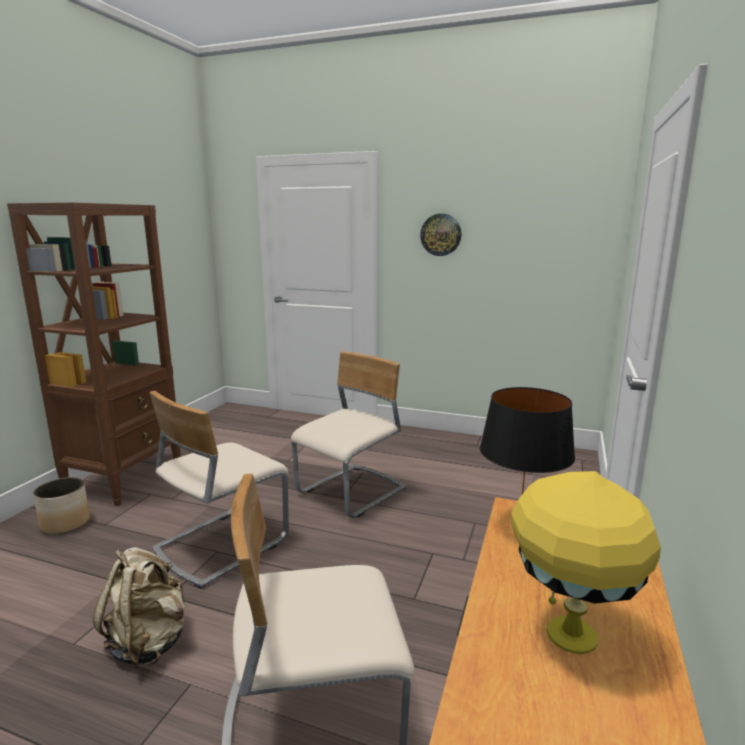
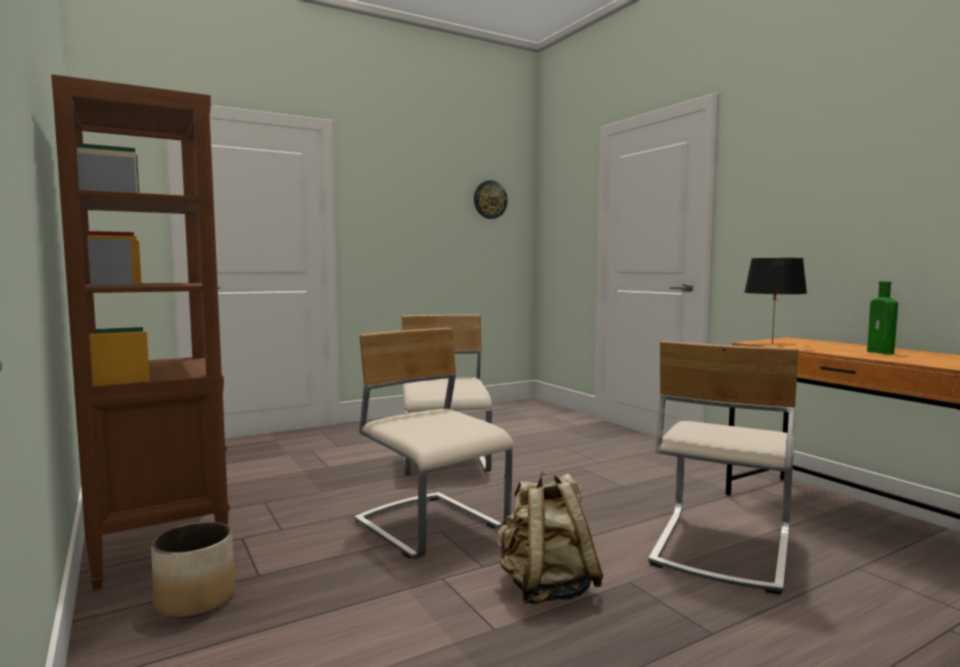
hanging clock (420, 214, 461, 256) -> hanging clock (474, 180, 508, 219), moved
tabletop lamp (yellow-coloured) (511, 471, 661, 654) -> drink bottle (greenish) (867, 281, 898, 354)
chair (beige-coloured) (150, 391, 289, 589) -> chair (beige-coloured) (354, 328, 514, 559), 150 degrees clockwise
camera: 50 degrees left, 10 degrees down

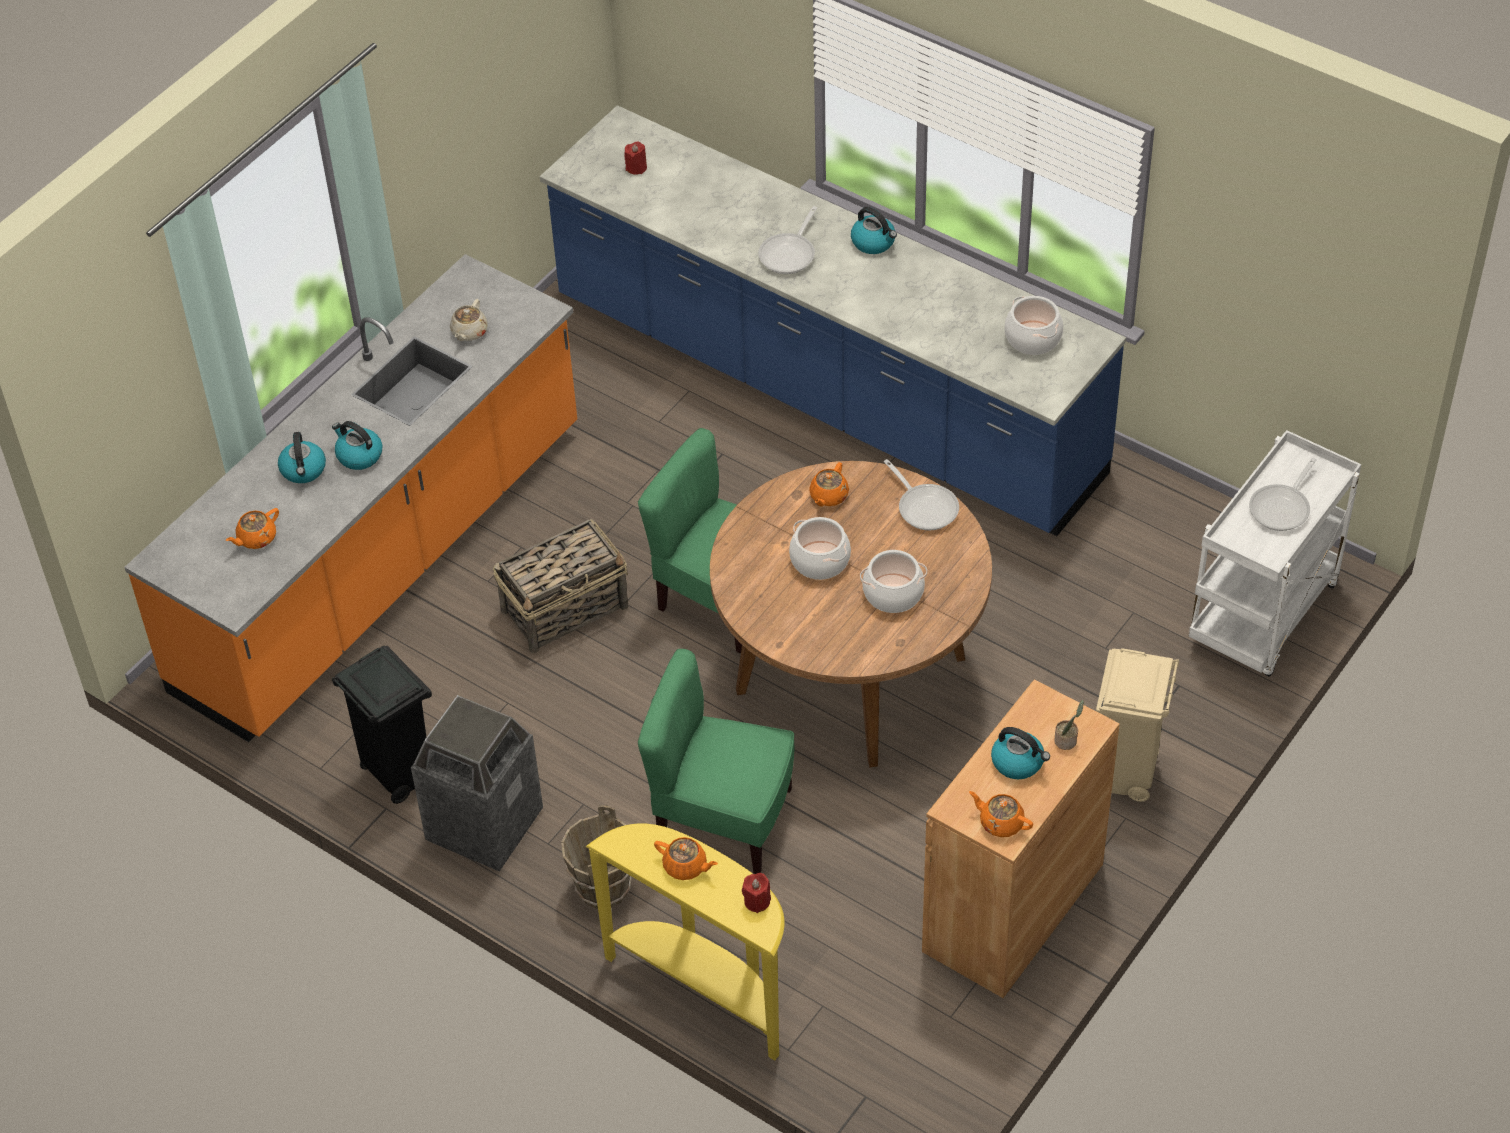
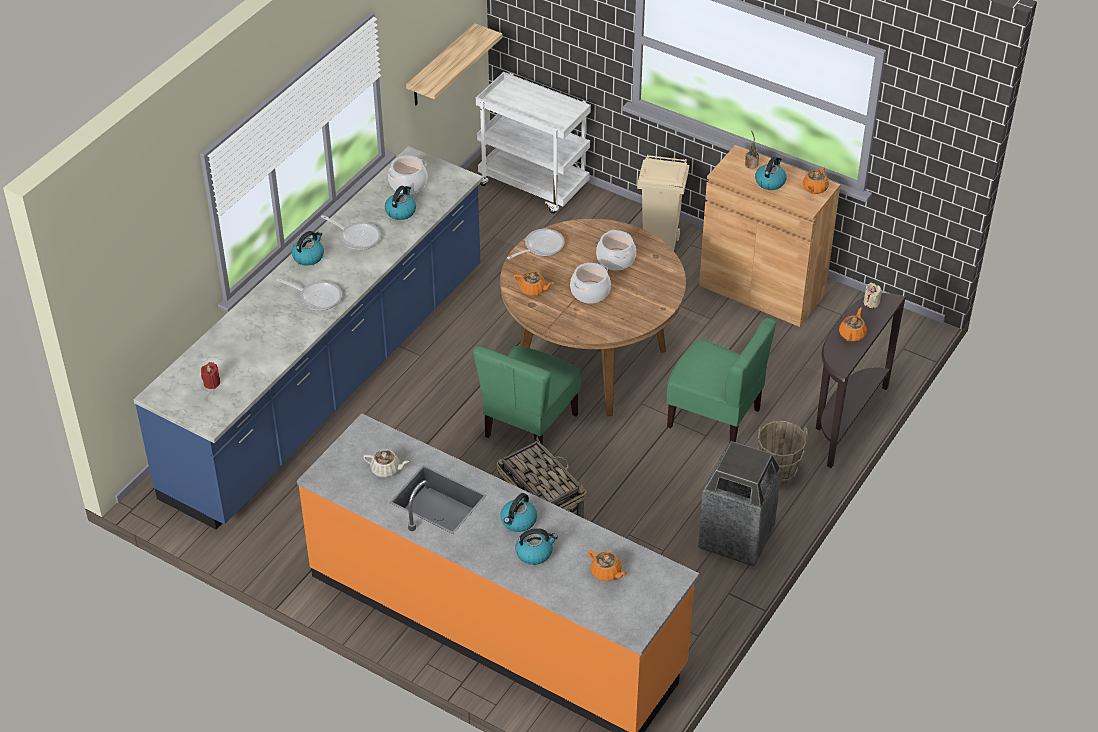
rubbish bin (black) (332, 646, 432, 804) -> none
none -> kettle (385, 186, 416, 220)
none -> wall shelf (406, 23, 502, 105)
pan (1249, 458, 1316, 531) -> pan (321, 215, 380, 250), moved
narrow table (yellow-coloured) (586, 823, 785, 1061) -> narrow table (brown-coloured) (816, 293, 906, 468)
candle (red-coloured) (742, 873, 771, 913) -> candle (beige-coloured) (864, 282, 882, 308)
chair (greenish) (638, 649, 795, 874) -> chair (greenish) (667, 317, 776, 442), 75 degrees counterclockwise
camera: 95 degrees left, 5 degrees down

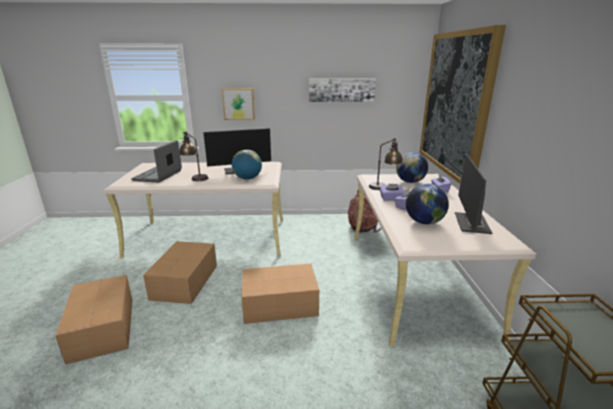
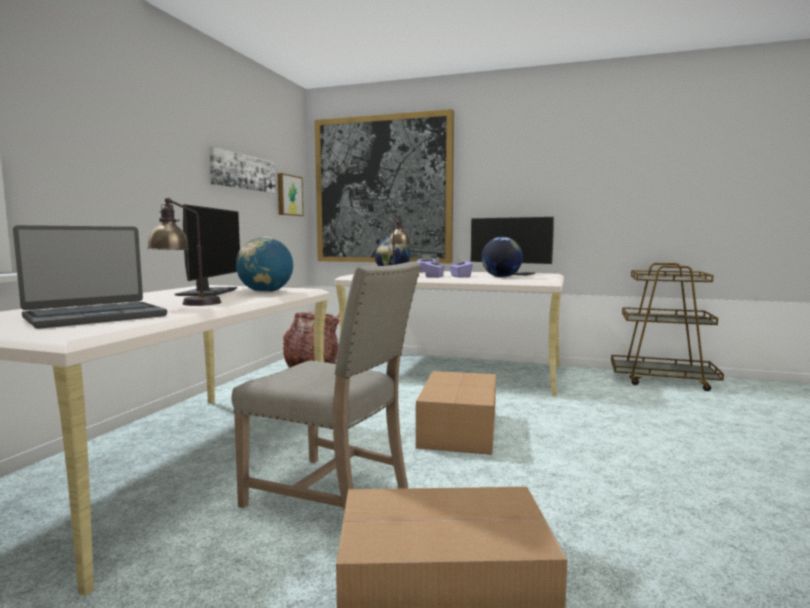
picture (222, 88, 255, 120) -> picture (277, 173, 303, 216), moved
packing box (143, 241, 217, 304) -> chair (beige-coloured) (232, 261, 421, 512)
laptop (131, 140, 182, 183) -> laptop (13, 225, 167, 329), 75 degrees counterclockwise
camera: 70 degrees left, 15 degrees down

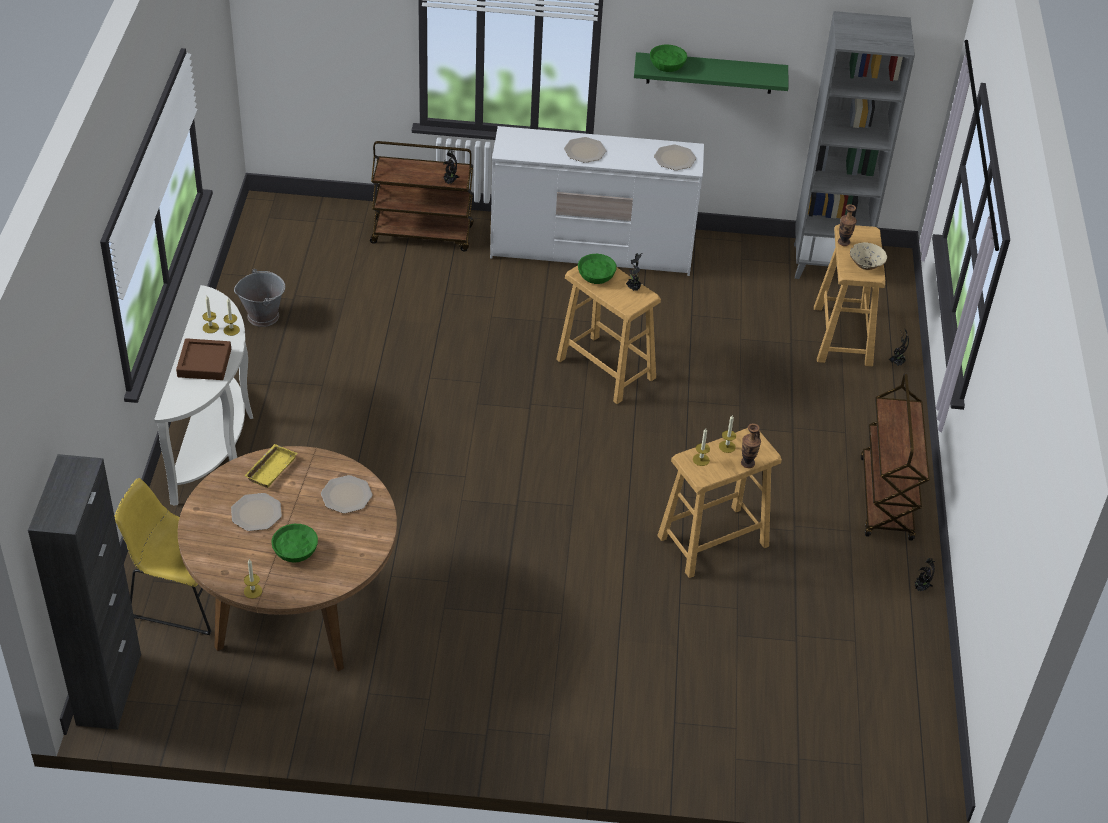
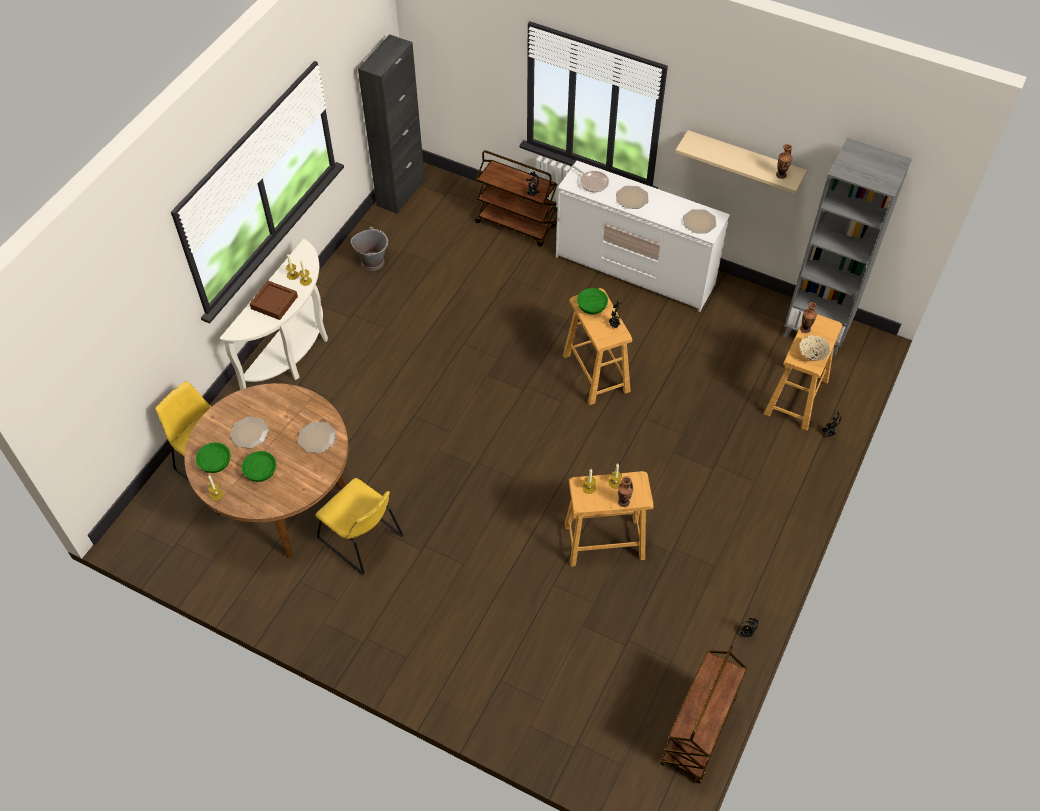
carrying tray (yellow-coloured) (245, 444, 297, 488) -> none
none -> chair (yellow-coloured) (315, 478, 403, 575)
none -> pan (572, 165, 609, 192)
none -> flower vase (776, 144, 792, 179)
storage cabinet (black) (28, 454, 141, 730) -> storage cabinet (black) (358, 34, 425, 214), moved
serving bowl (greenish) (650, 45, 687, 72) -> serving bowl (greenish) (196, 442, 231, 473), moved
trolley (brown-coloured) (860, 373, 929, 541) -> trolley (brown-coloured) (660, 646, 747, 783), moved
wall shelf (greenish) (634, 52, 789, 94) -> wall shelf (beige-coloured) (675, 130, 807, 194)
camera: 25 degrees right, 10 degrees up

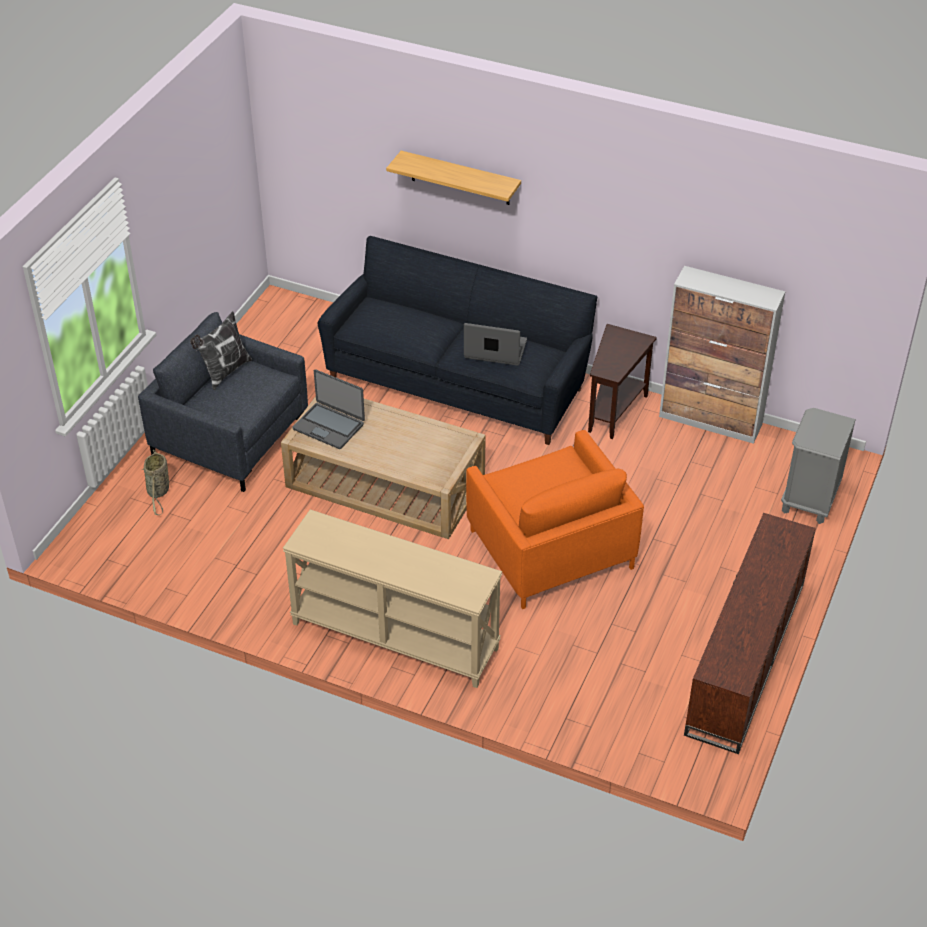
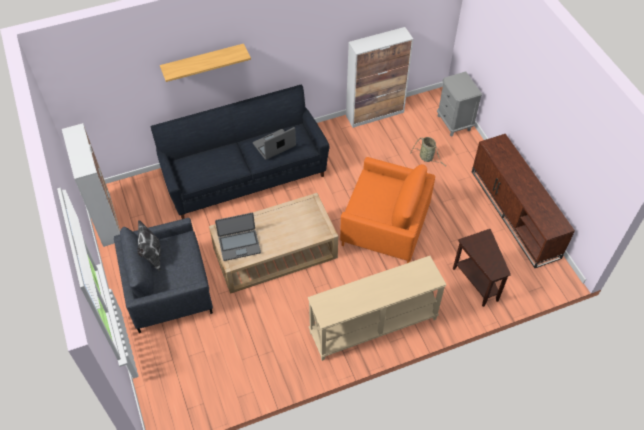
none -> storage cabinet (62, 123, 120, 247)
storage basket (142, 450, 169, 515) -> storage basket (410, 137, 445, 166), moved
side table (brown-coloured) (588, 324, 657, 439) -> side table (brown-coloured) (453, 229, 511, 307), moved
camera: 45 degrees left, 10 degrees up

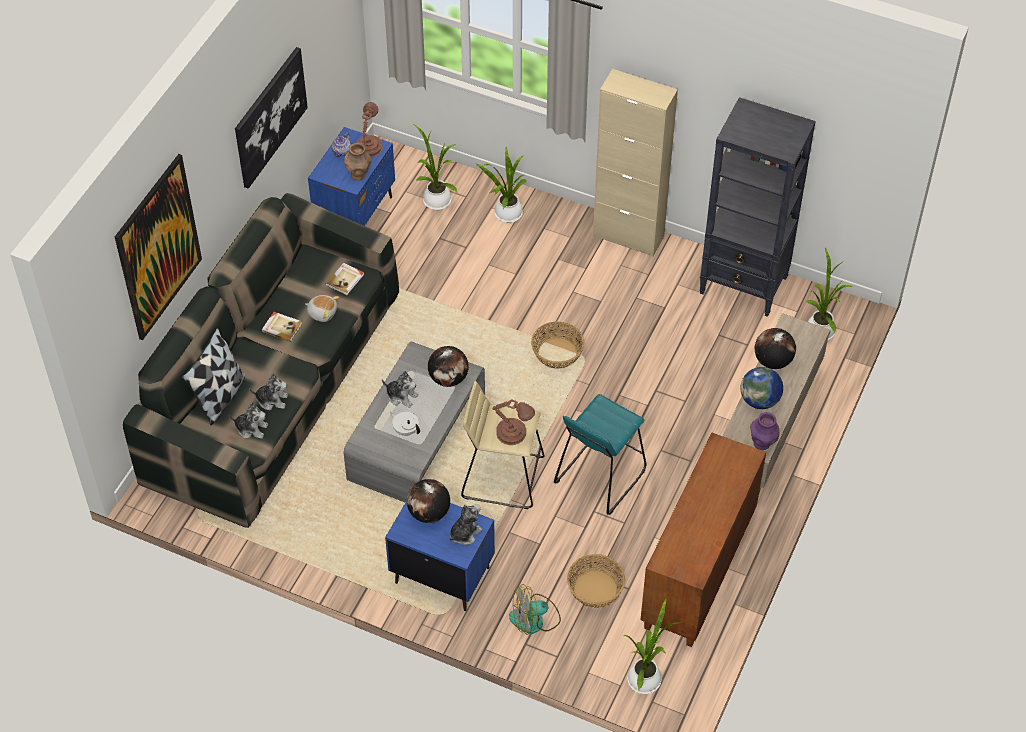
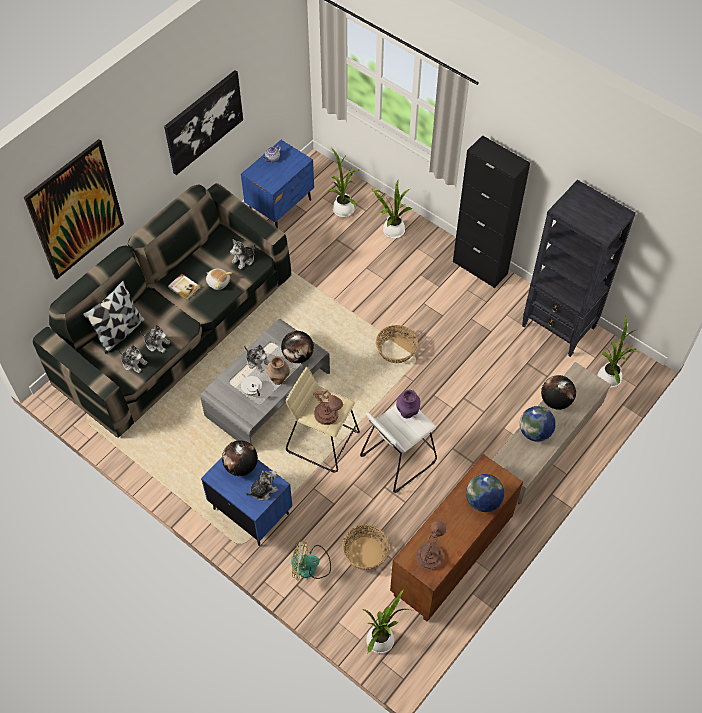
none -> world globe (466, 474, 504, 512)
flower vase (brown-coloured) (344, 143, 371, 181) -> flower vase (brown-coloured) (266, 356, 290, 385), moved
tabletop lamp (brown-coloured) (356, 102, 383, 157) -> tabletop lamp (brown-coloured) (416, 521, 446, 570), moved
flower vase (purplish) (750, 412, 780, 450) -> flower vase (purplish) (396, 390, 420, 418), moved
bound book (326, 263, 364, 295) -> plush toy (230, 239, 255, 270)
sitting stool (blue-green) (554, 394, 646, 515) -> sitting stool (white-coloured) (360, 405, 437, 493)
storage cabinet (beige-coloured) (593, 69, 678, 257) -> storage cabinet (black) (453, 135, 530, 288)
camera: 15 degrees right, 5 degrees up

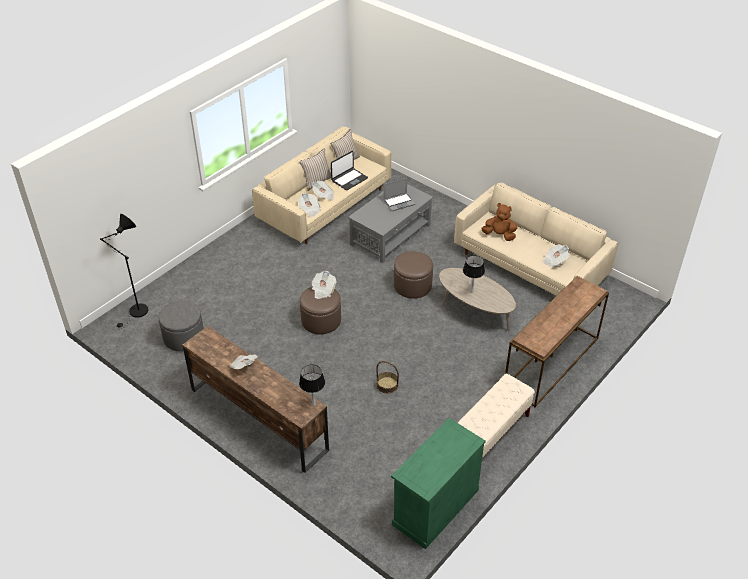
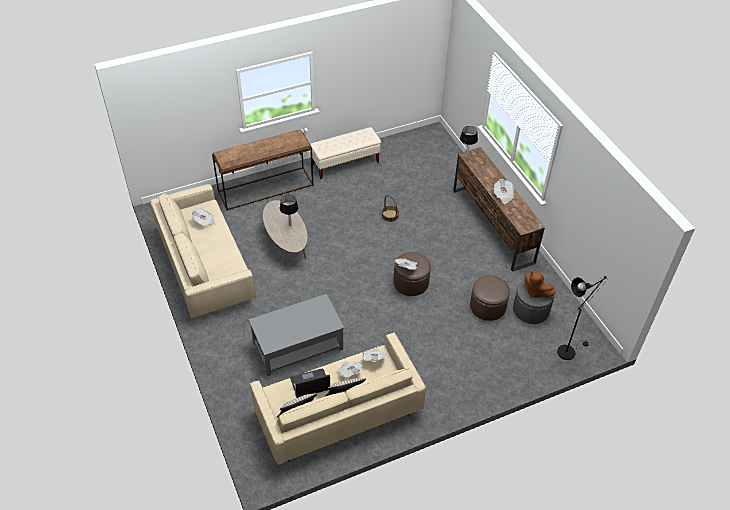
laptop (384, 178, 415, 211) -> none
storage cabinet (greenish) (391, 418, 486, 549) -> none
ottoman (brown-coloured) (394, 251, 433, 299) -> ottoman (brown-coloured) (470, 275, 510, 321), moved
plush toy (brown-coloured) (481, 203, 517, 241) -> plush toy (brown-coloured) (524, 271, 555, 298), moved
camera: 155 degrees left, 5 degrees up

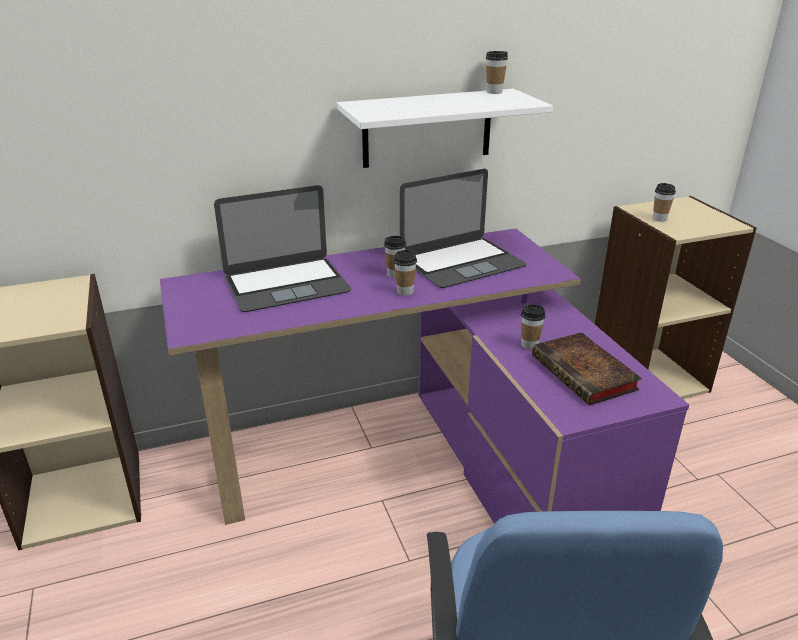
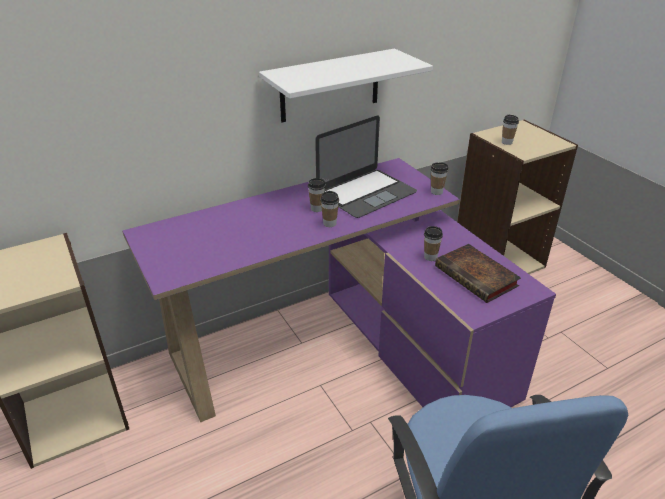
laptop (214, 185, 351, 312) -> none
cup (486, 51, 508, 94) -> cup (431, 162, 448, 195), moved
camera: 10 degrees left, 5 degrees up

